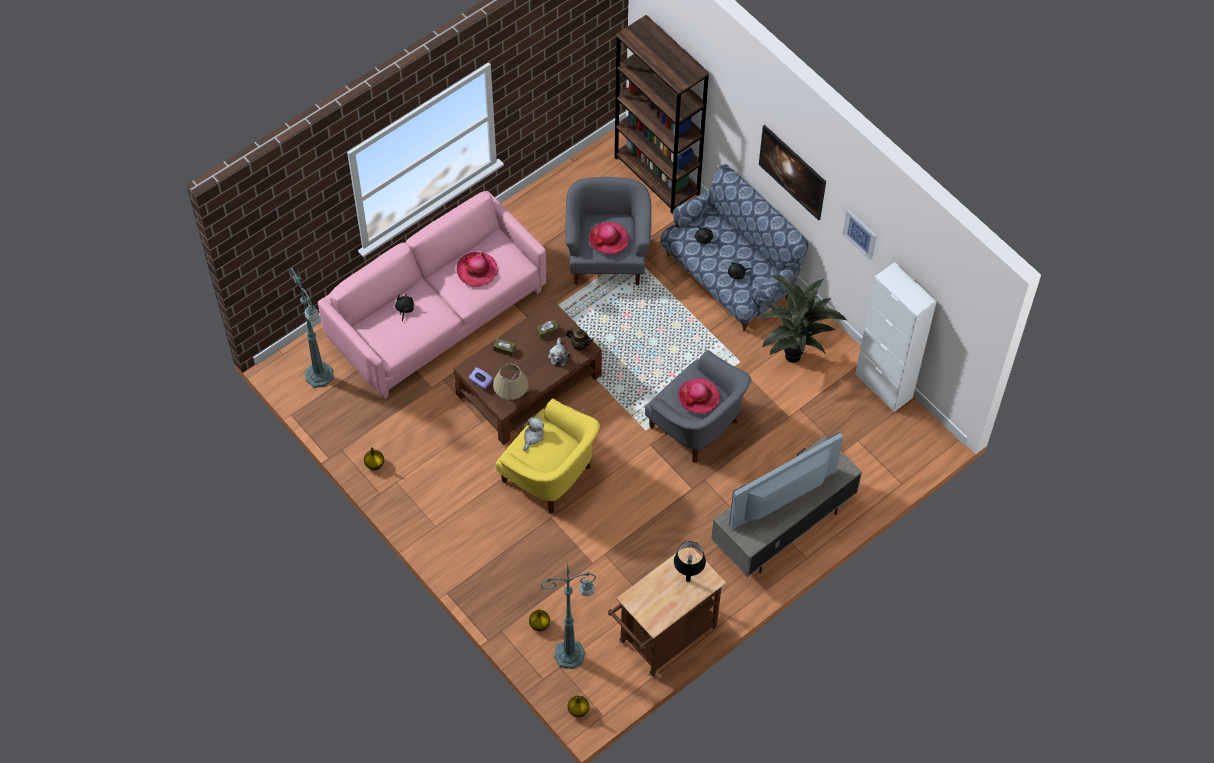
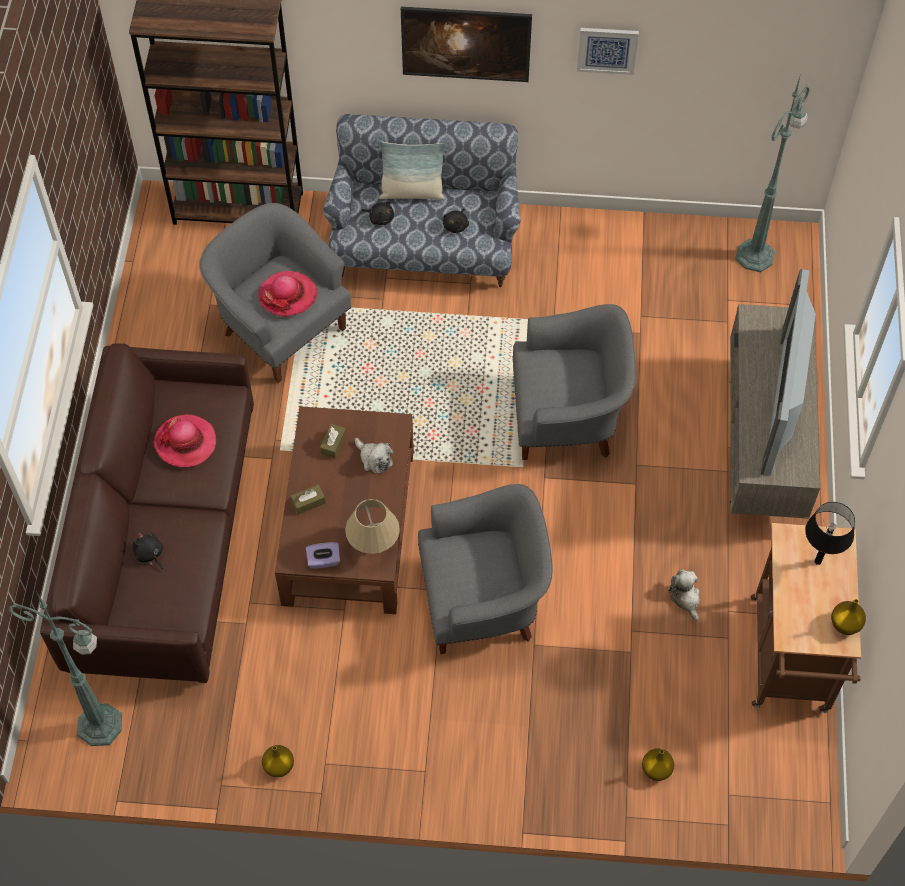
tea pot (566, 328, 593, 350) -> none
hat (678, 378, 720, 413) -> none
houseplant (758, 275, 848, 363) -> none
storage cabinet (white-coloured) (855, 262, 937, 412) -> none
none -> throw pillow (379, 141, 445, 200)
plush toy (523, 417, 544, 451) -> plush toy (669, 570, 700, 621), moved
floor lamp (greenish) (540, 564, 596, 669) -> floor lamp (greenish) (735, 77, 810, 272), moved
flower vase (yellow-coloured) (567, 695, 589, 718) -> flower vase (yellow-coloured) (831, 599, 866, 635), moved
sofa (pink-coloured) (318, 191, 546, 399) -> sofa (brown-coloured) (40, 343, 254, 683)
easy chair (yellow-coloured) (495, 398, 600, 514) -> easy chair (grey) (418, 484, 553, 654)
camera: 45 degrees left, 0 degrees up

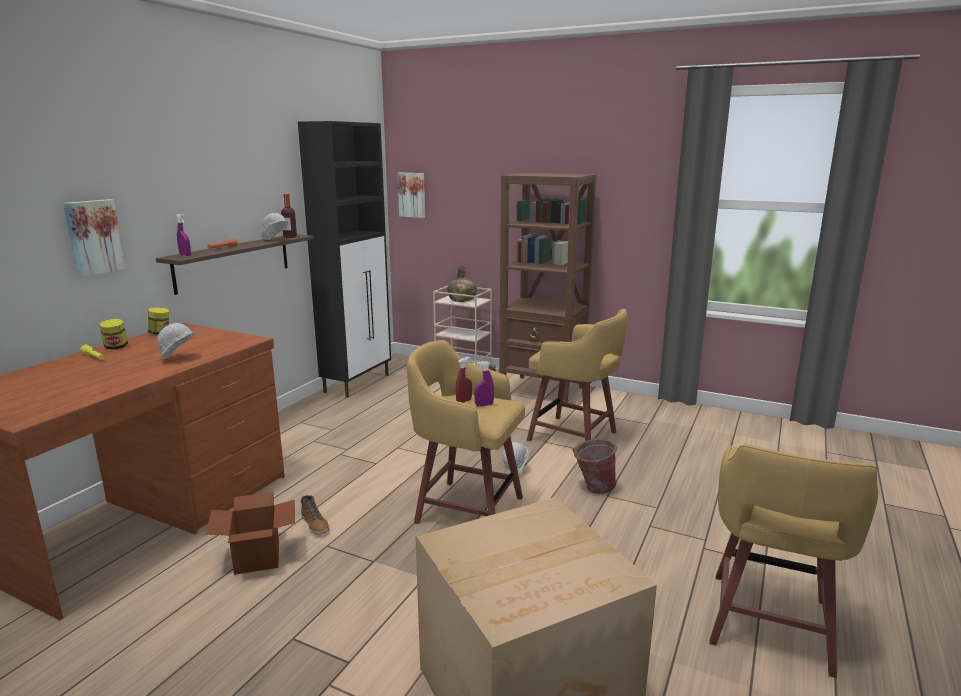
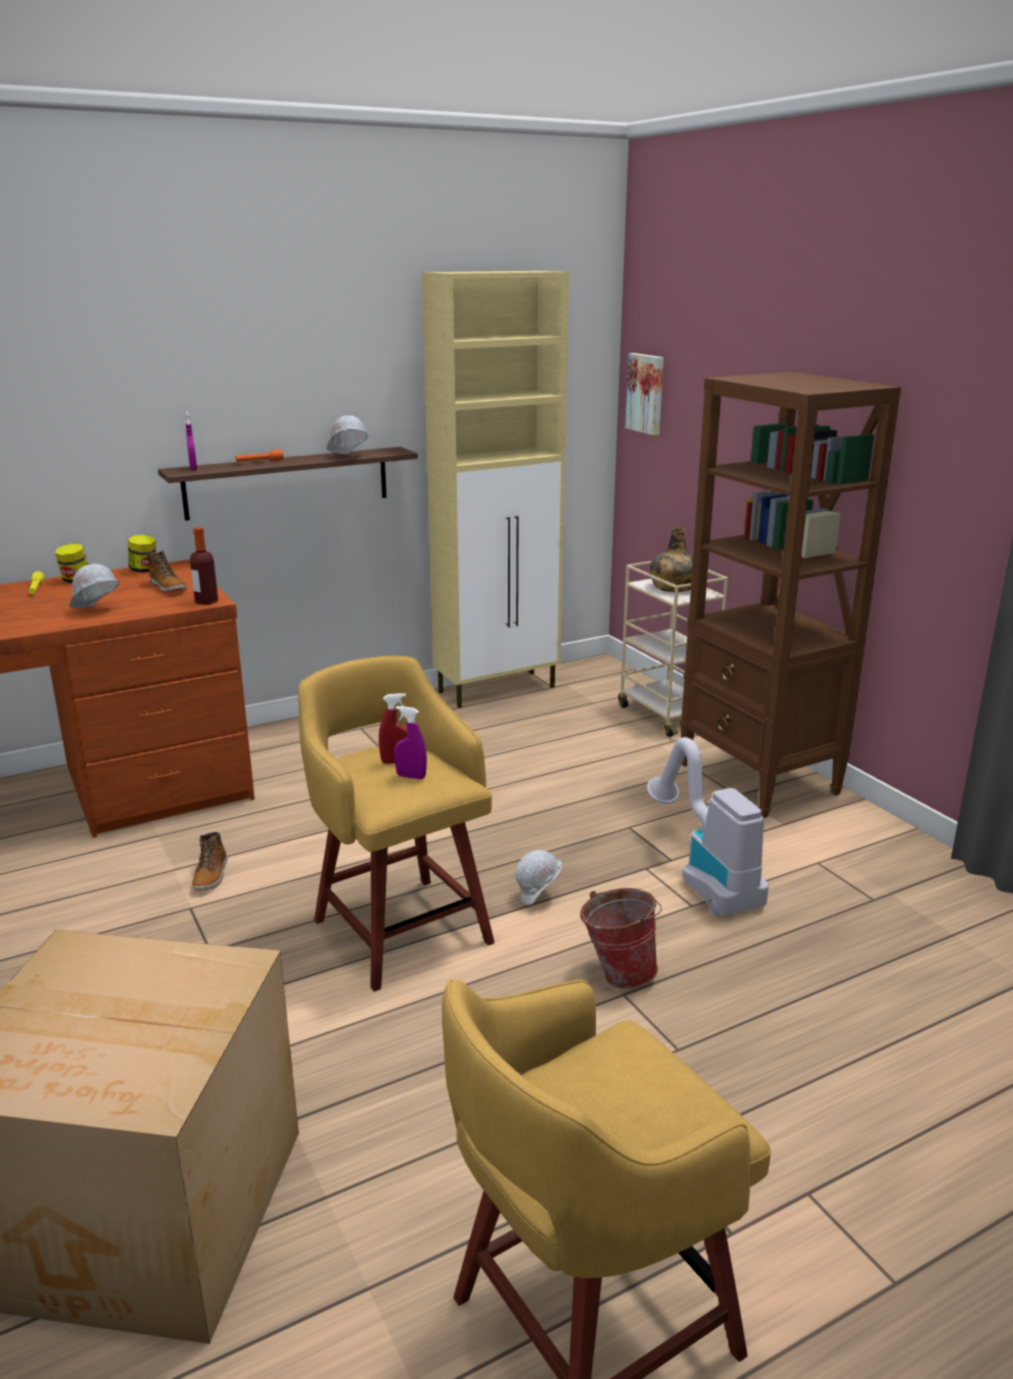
picture (63, 199, 126, 277) -> none
packing box (206, 492, 295, 575) -> none
none -> tall boot (148, 550, 187, 592)
drink bottle (281, 194, 297, 238) -> drink bottle (190, 527, 218, 605), moved
sitting stool (yellow-coloured) (527, 309, 628, 441) -> vacuum (647, 737, 769, 916)
storage cabinet (black) (298, 121, 391, 398) -> storage cabinet (beige-coloured) (422, 271, 569, 708)
camera: 35 degrees right, 5 degrees up

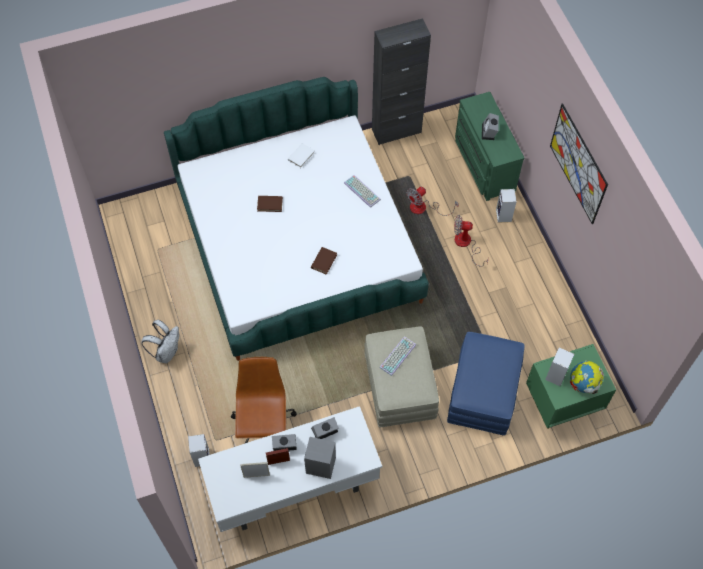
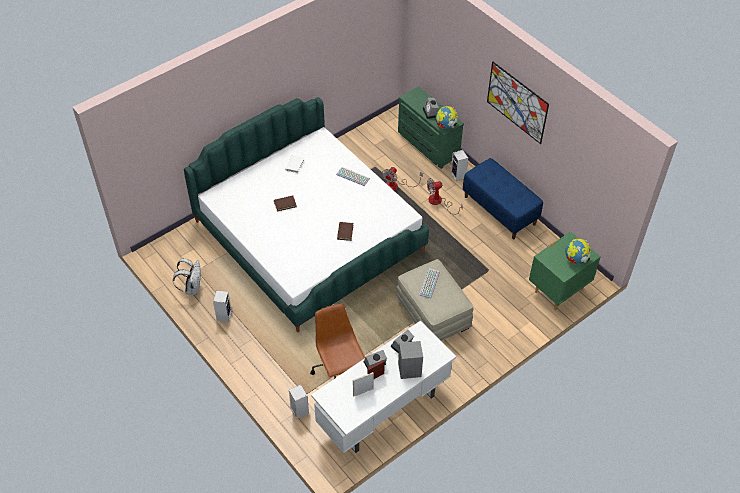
storage cabinet (black) (372, 18, 431, 145) -> none
ottoman (blue) (447, 332, 525, 435) -> none
none -> world globe (435, 106, 458, 129)
none -> long seat (blue) (463, 158, 543, 239)
knapsack (white-coloured) (141, 320, 179, 364) -> knapsack (white-coloured) (173, 258, 201, 295), moved
audio speaker (545, 347, 574, 386) -> audio speaker (213, 290, 232, 322), moved
camera: 20 degrees left, 10 degrees down

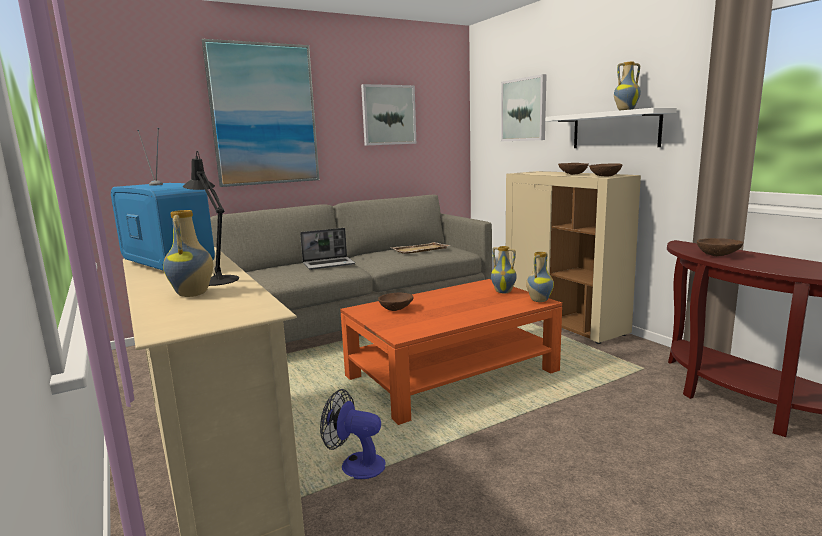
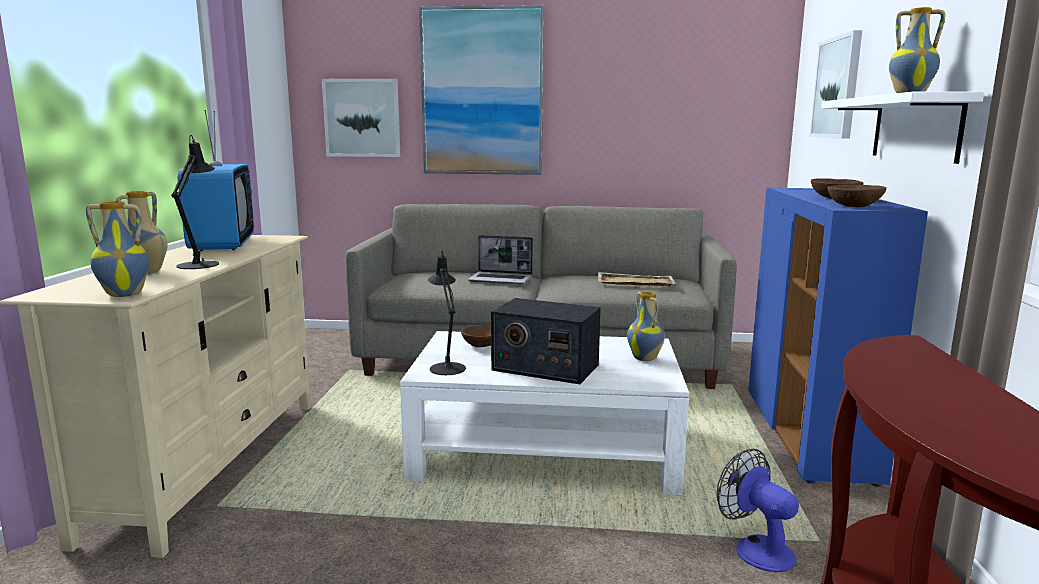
serving bowl (brown-coloured) (697, 238, 743, 256) -> none
none -> tabletop lamp (black) (428, 250, 466, 375)
none -> radio set (491, 298, 601, 384)
fan (320, 389, 386, 479) -> fan (717, 449, 799, 572), moved
picture (361, 84, 416, 146) -> picture (322, 79, 400, 157), moved
flower vase (526, 252, 554, 302) -> flower vase (86, 201, 149, 297), moved
low table (orangey) (340, 279, 562, 425) -> low table (white-coloured) (400, 331, 689, 495)
storage cabinet (beige-coloured) (506, 171, 641, 344) -> storage cabinet (blue) (748, 188, 928, 487)
camera: 35 degrees right, 0 degrees up

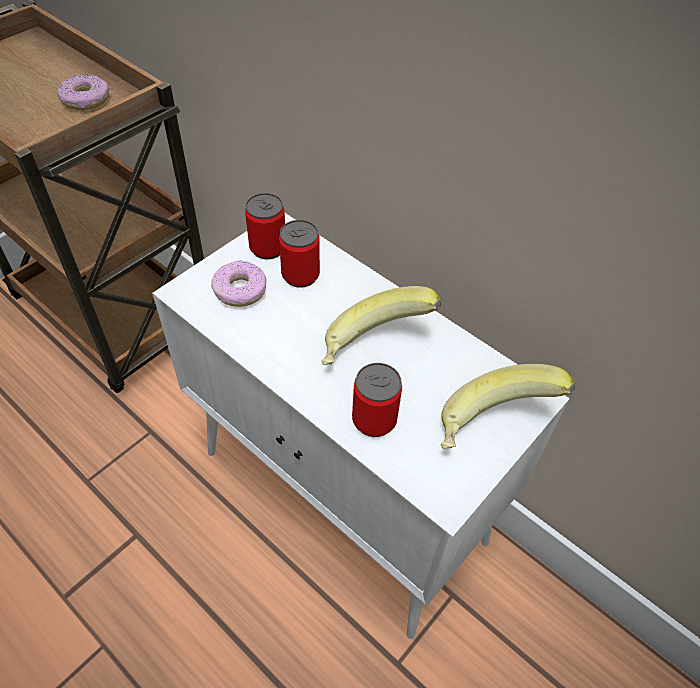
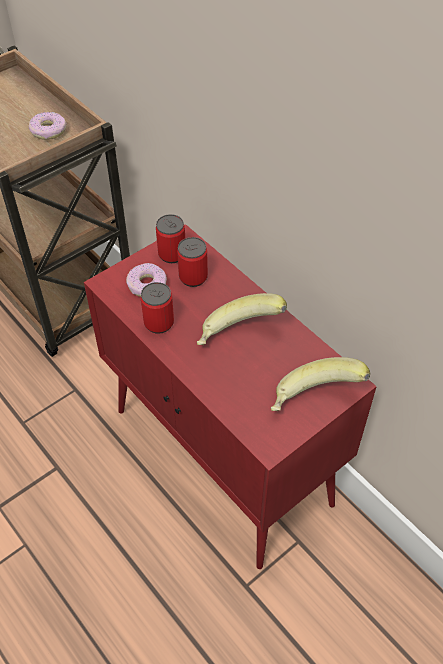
metal can (352, 363, 402, 437) -> metal can (141, 282, 174, 334), moved
storage cabinet (white-coloured) (152, 213, 570, 639) -> storage cabinet (red-coloured) (84, 224, 377, 569)
camera: 10 degrees right, 0 degrees up

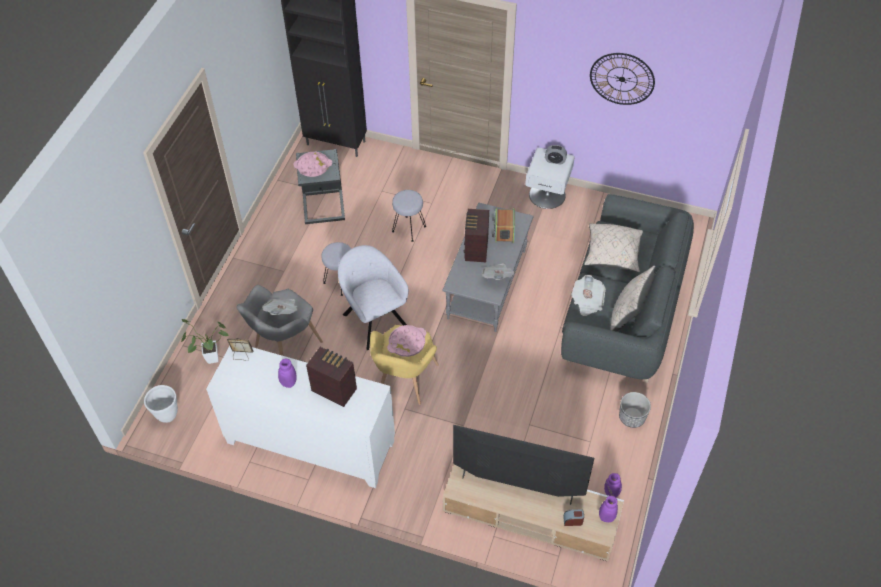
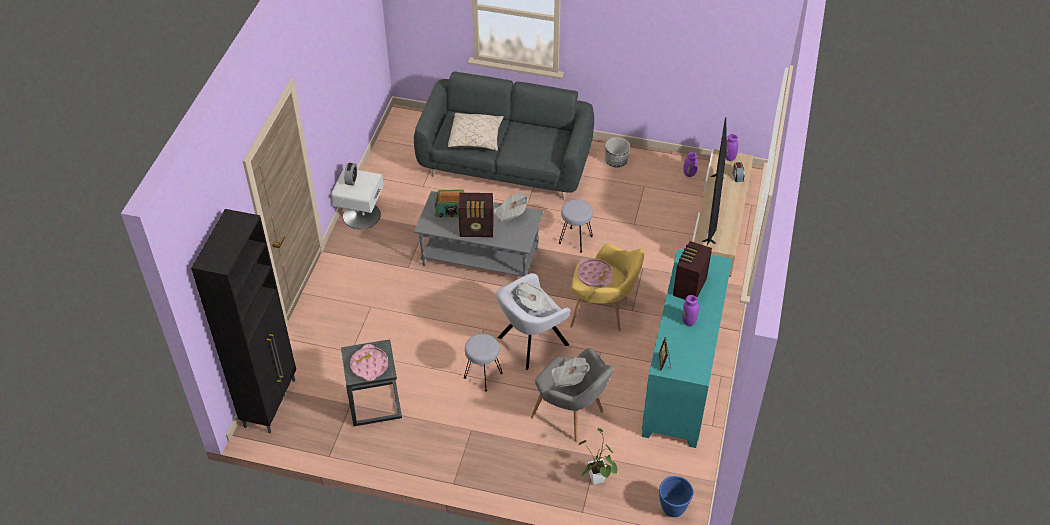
hanging clock (590, 53, 655, 105) -> none
throw pillow (beige-coloured) (610, 266, 656, 332) -> none
sitting stool (grey) (392, 190, 426, 242) -> sitting stool (grey) (559, 199, 593, 253), moved
newspaper (571, 275, 606, 316) -> newspaper (515, 283, 552, 311), moved
plant pot (white-coloured) (144, 385, 178, 423) -> plant pot (blue) (659, 476, 693, 517)
storage cabinet (white-coloured) (206, 346, 395, 488) -> storage cabinet (blue-green) (642, 249, 732, 448)
camera: 95 degrees left, 5 degrees down

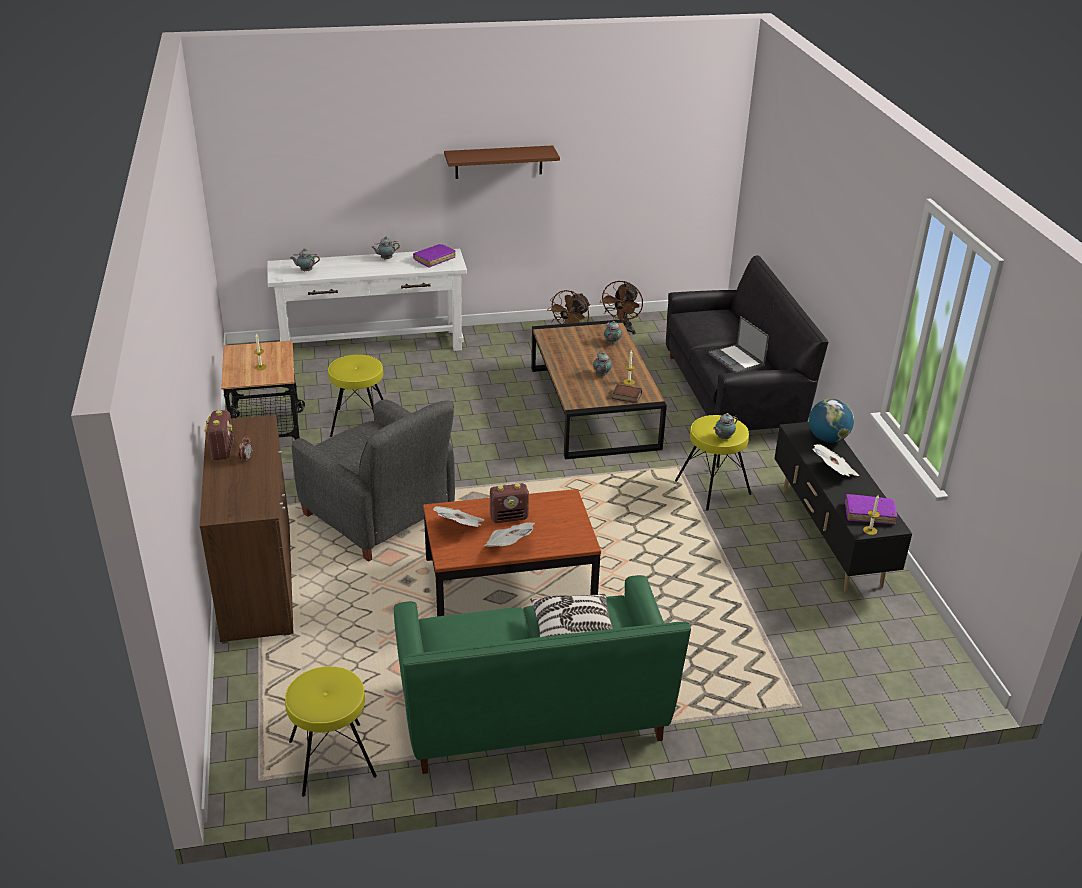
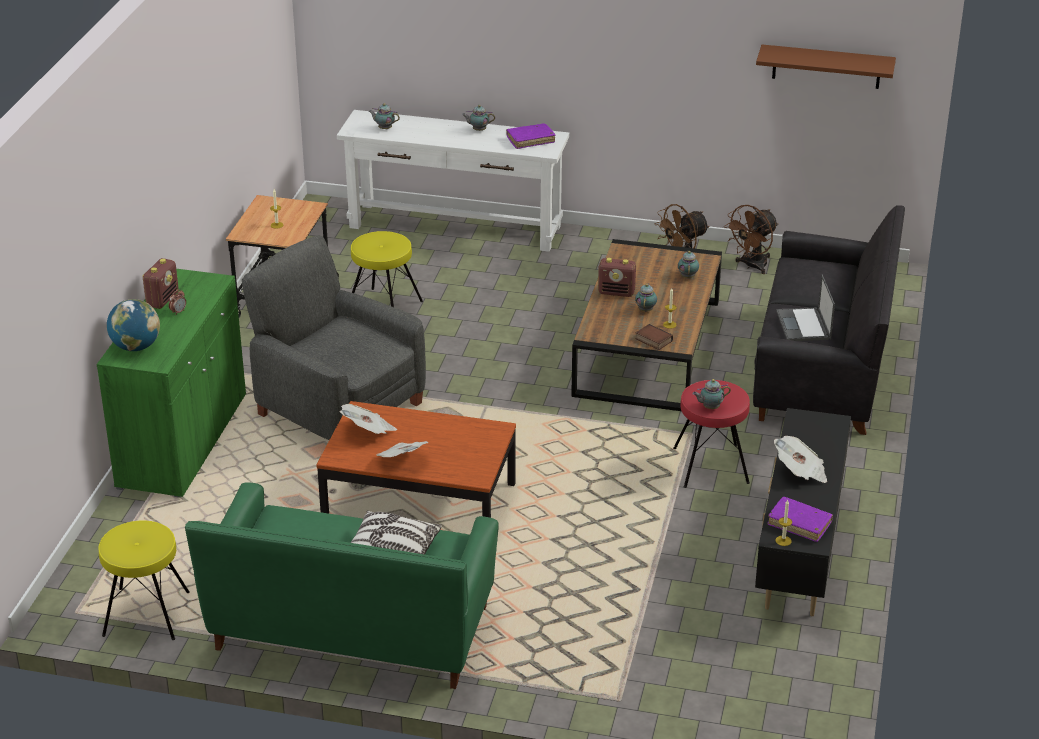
wall shelf (brown-coloured) (444, 145, 560, 179) -> wall shelf (brown-coloured) (756, 44, 896, 89), moved
radio set (490, 483, 529, 523) -> radio set (598, 258, 636, 297), moved
world globe (809, 399, 854, 442) -> world globe (107, 299, 160, 351), moved
storage cabinet (brown-coloured) (200, 415, 293, 644) -> storage cabinet (greenish) (97, 269, 246, 498)
sitting stool (yellow-coloured) (675, 415, 752, 511) -> sitting stool (red-coloured) (673, 380, 750, 488)
easy chair (grey) (292, 400, 455, 562) -> easy chair (grey) (242, 235, 426, 440), 150 degrees clockwise
camera: 25 degrees right, 0 degrees up

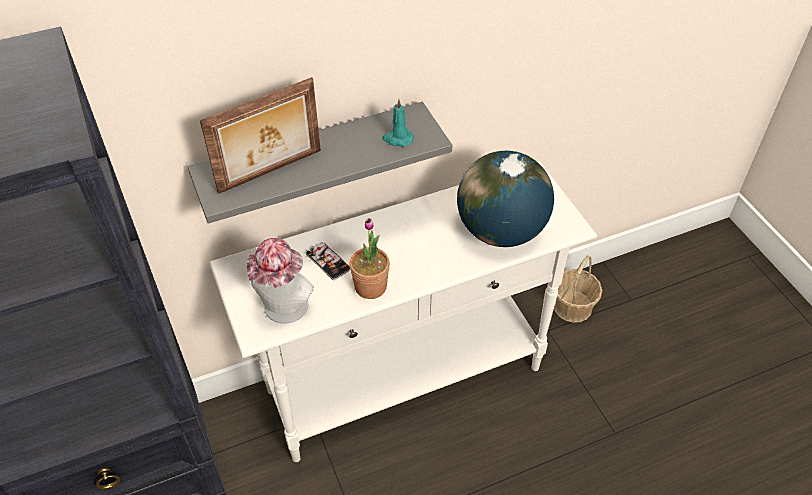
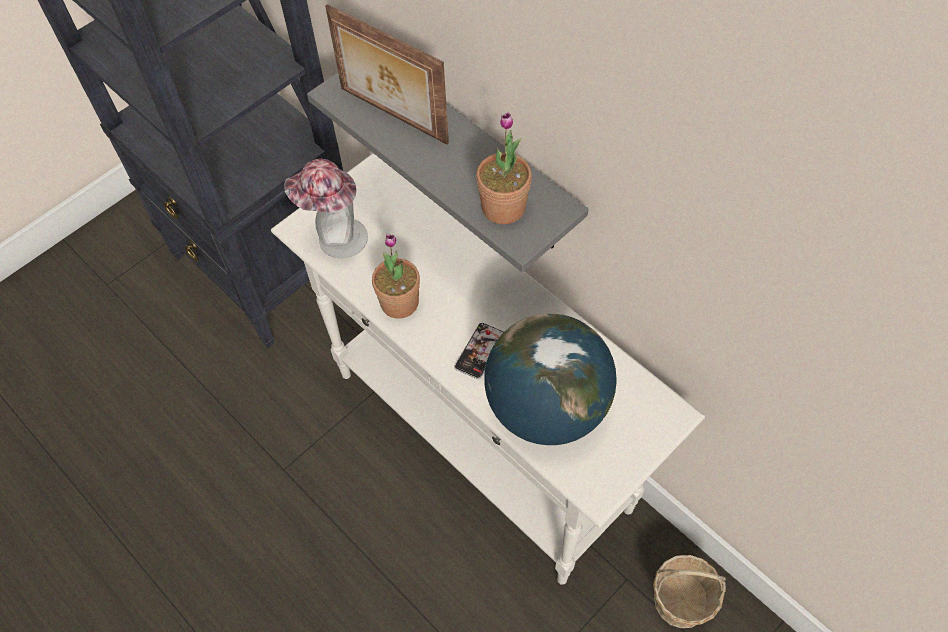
phone (306, 242, 350, 280) -> phone (454, 323, 504, 379), moved
candle (blue-green) (382, 99, 414, 146) -> houseplant (476, 112, 532, 224)
camera: 70 degrees right, 10 degrees up

